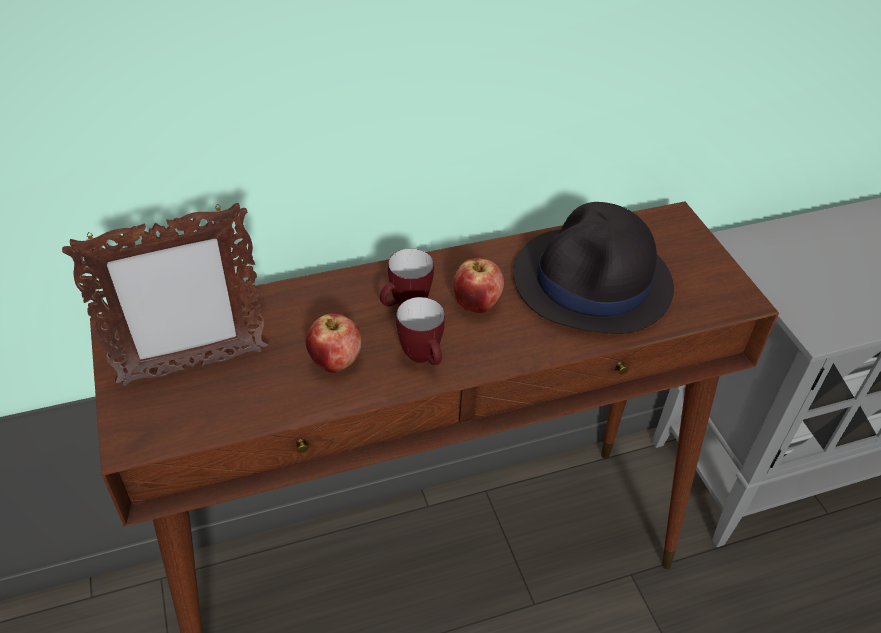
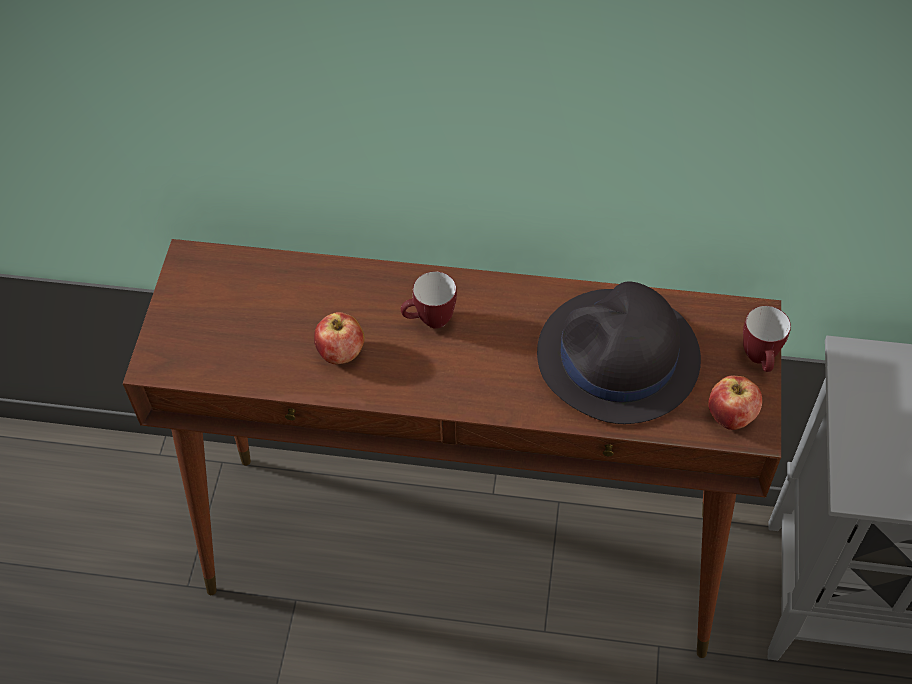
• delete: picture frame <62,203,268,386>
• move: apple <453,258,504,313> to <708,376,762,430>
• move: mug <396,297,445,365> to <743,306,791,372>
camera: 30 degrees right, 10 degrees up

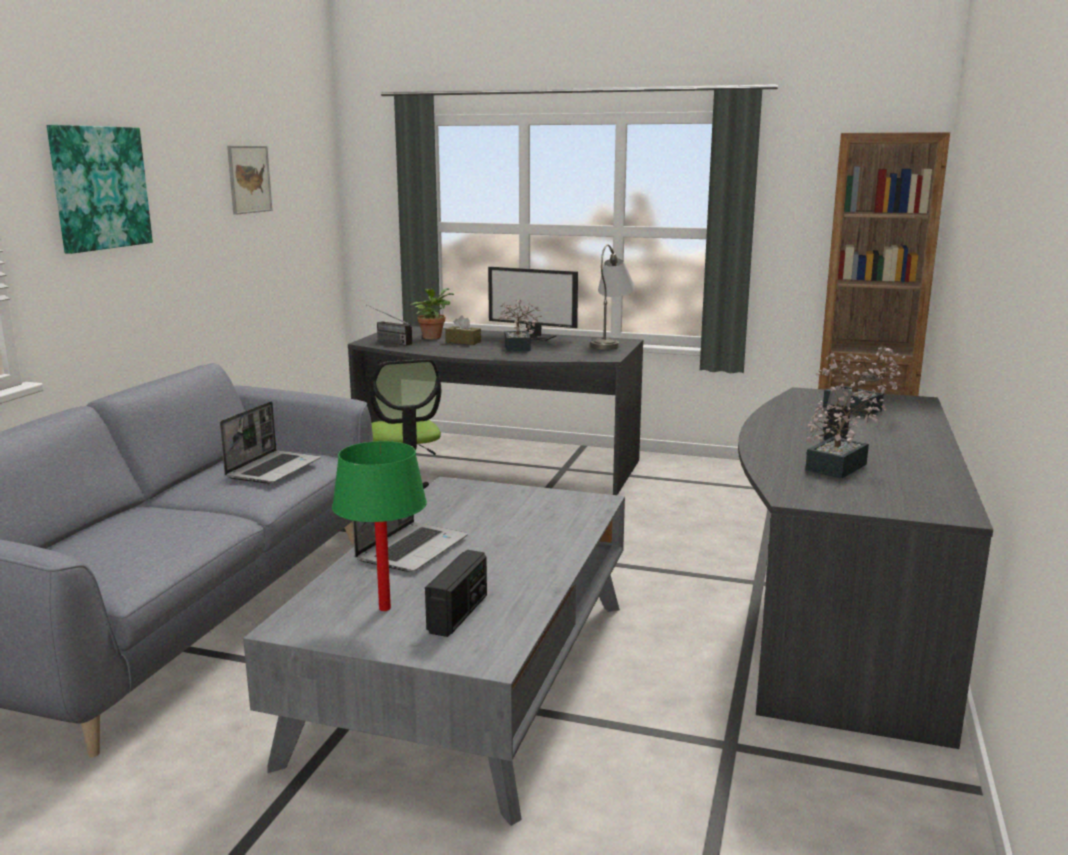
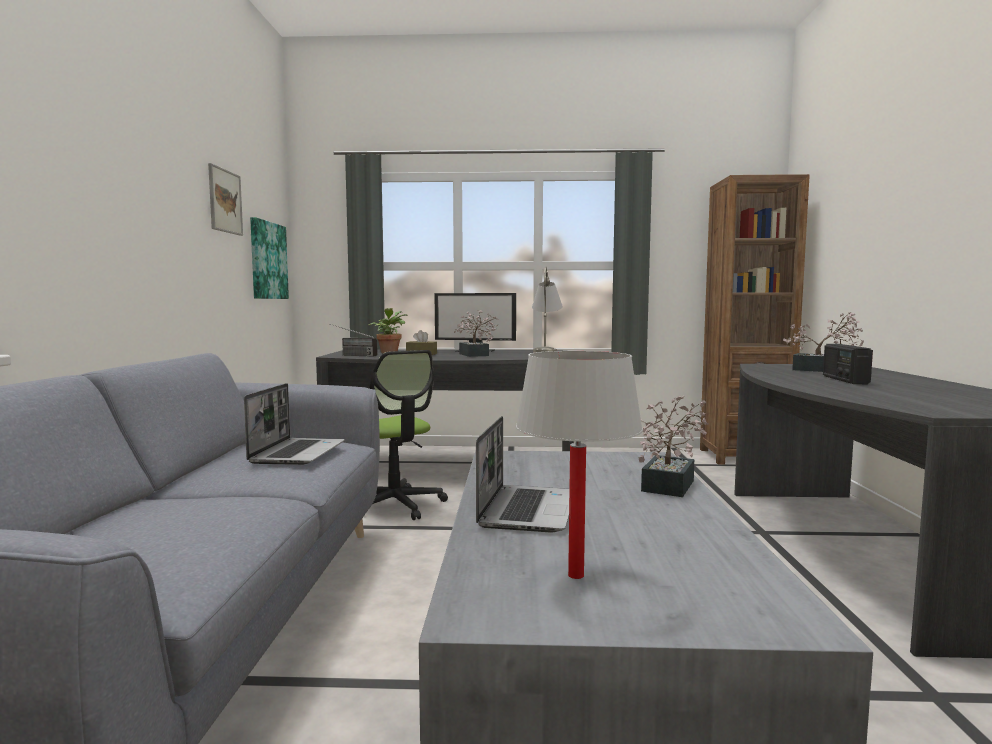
• move: picture <47,125,153,254> to <250,217,289,299>
• move: potted plant <805,380,887,479> to <639,395,708,497>
• recolor: table lamp/green <332,441,427,611> to table lamp/white <516,351,643,579>
• delete: radio <425,550,487,637>
camera: 15 degrees left, 10 degrees down

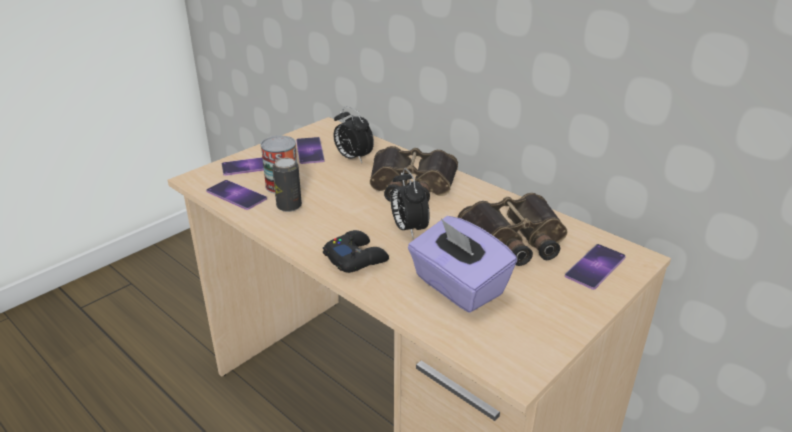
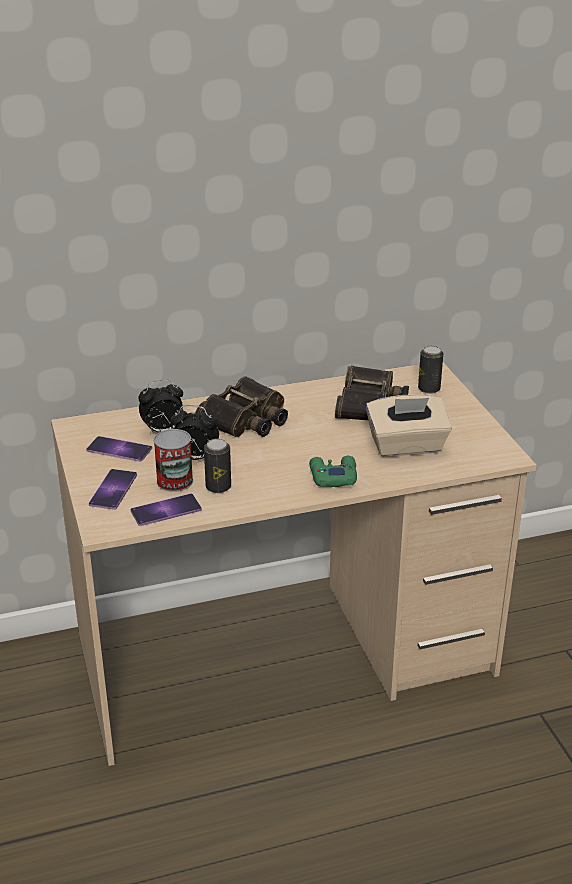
• move: alarm clock <391,168,430,238> to <170,405,219,460>
• recolor: tissue box/purple <408,216,517,313> to tissue box/beige <366,394,452,457>
• recolor: game controller/black <323,230,389,273> to game controller/green <309,456,357,487>
• replace: phone <565,244,626,290> to can <418,346,443,394>
camera: 60 degrees left, 0 degrees up

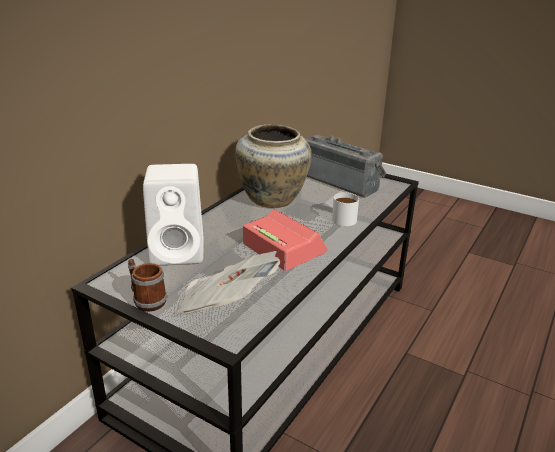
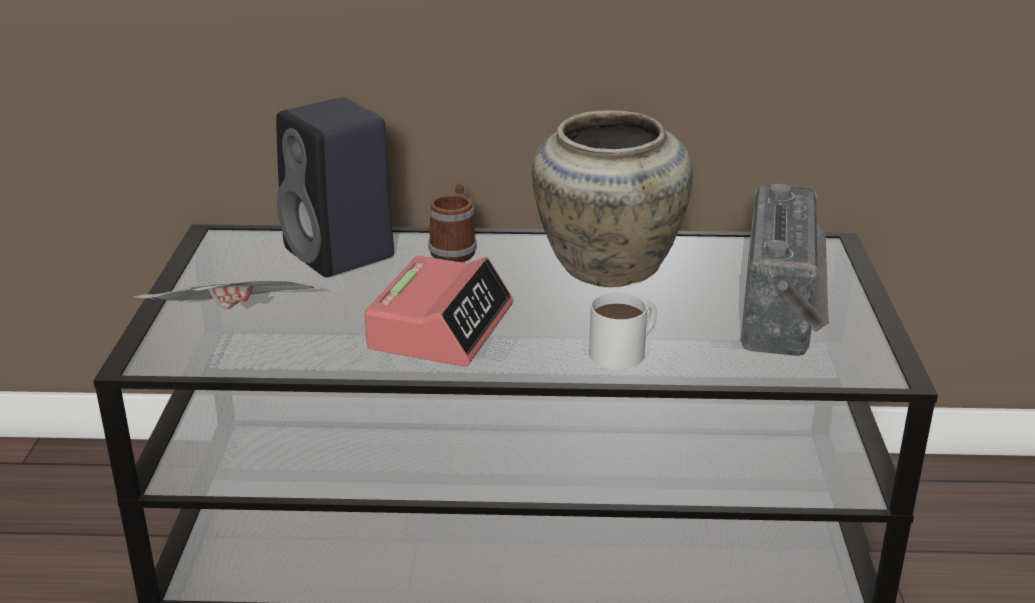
• recolor: speaker/white <143,164,204,265> to speaker/black <276,97,394,277>
• move: mug <128,259,167,312> to <428,184,477,262>
camera: 60 degrees right, 0 degrees up

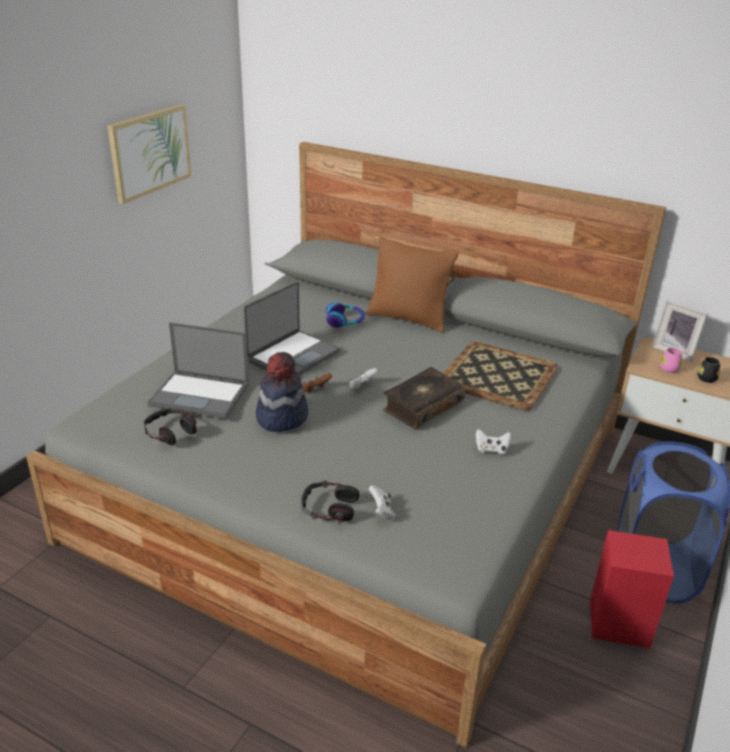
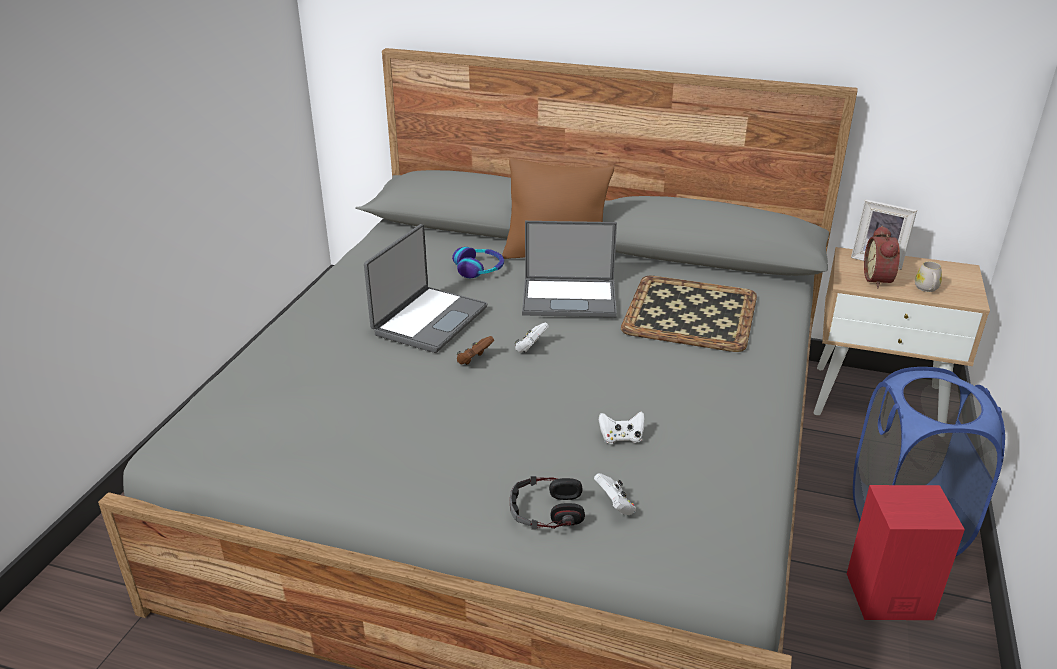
• delete: picture <107,104,191,204>
• move: laptop <147,322,249,419> to <522,221,617,317>
• replace: mug/pink <660,348,682,373> to alarm clock <864,226,900,288>
• delete: hat <256,352,308,432>
• recolor: mug/black <697,357,720,383> to mug/white <915,261,942,292>
• delete: book <382,367,466,429>
• delete: headphones <143,408,197,445>
• move: game controller/white <476,429,511,455> to <599,411,645,444>
camera: 10 degrees left, 0 degrees up

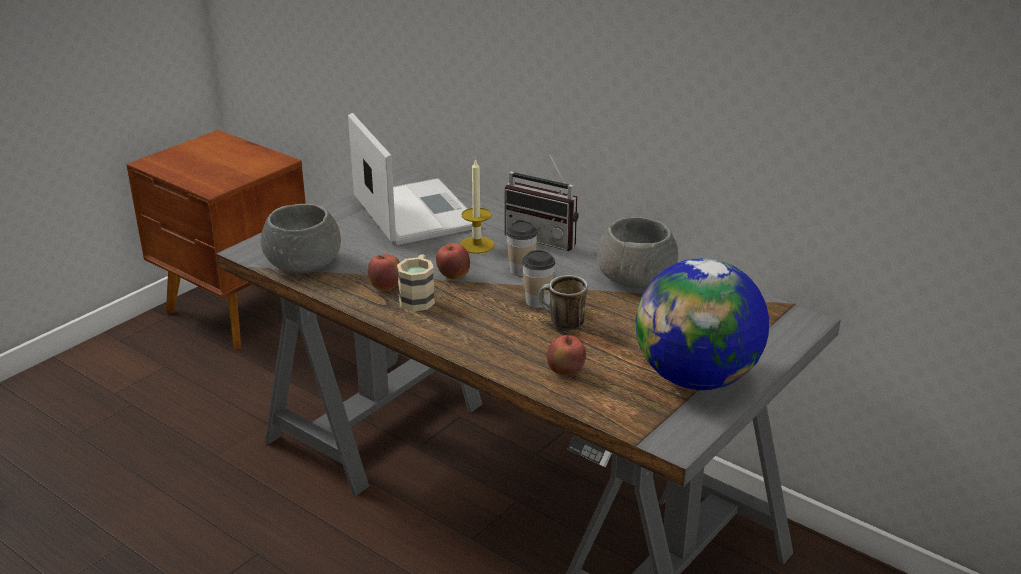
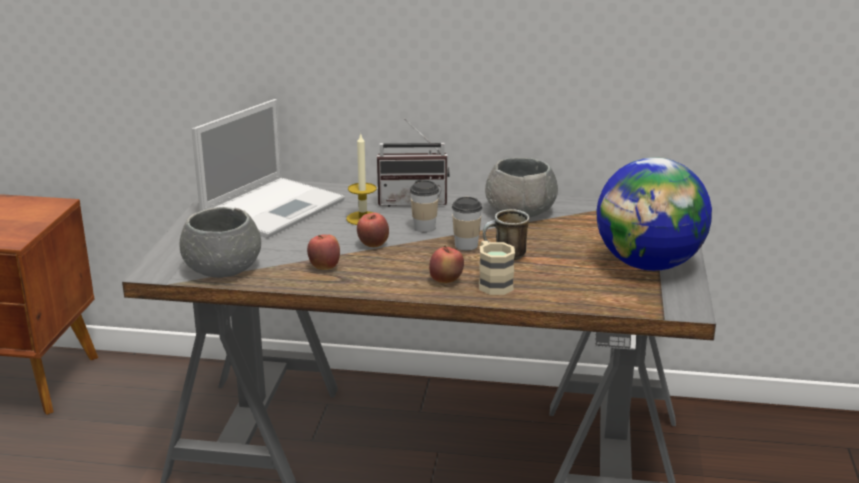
• rotate: laptop <348,113,472,245> = <192,99,345,238> 90 degrees clockwise
• move: mug/beige <397,254,435,312> to <479,241,515,295>
• move: apple <547,334,586,376> to <429,245,464,283>
camera: 30 degrees left, 5 degrees down

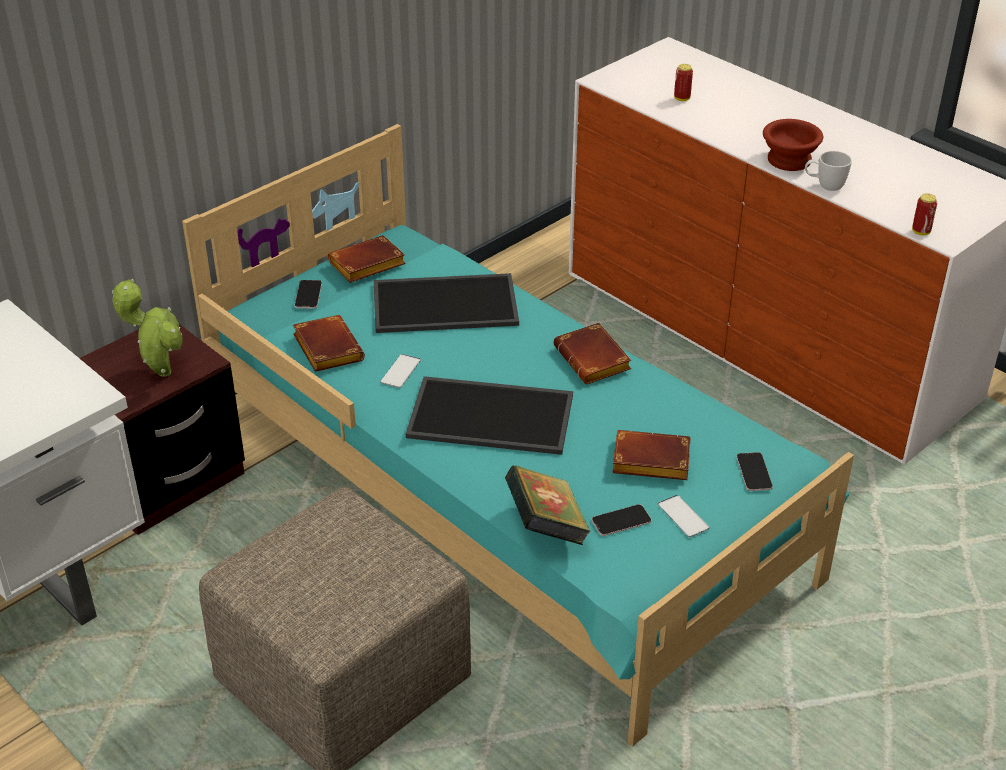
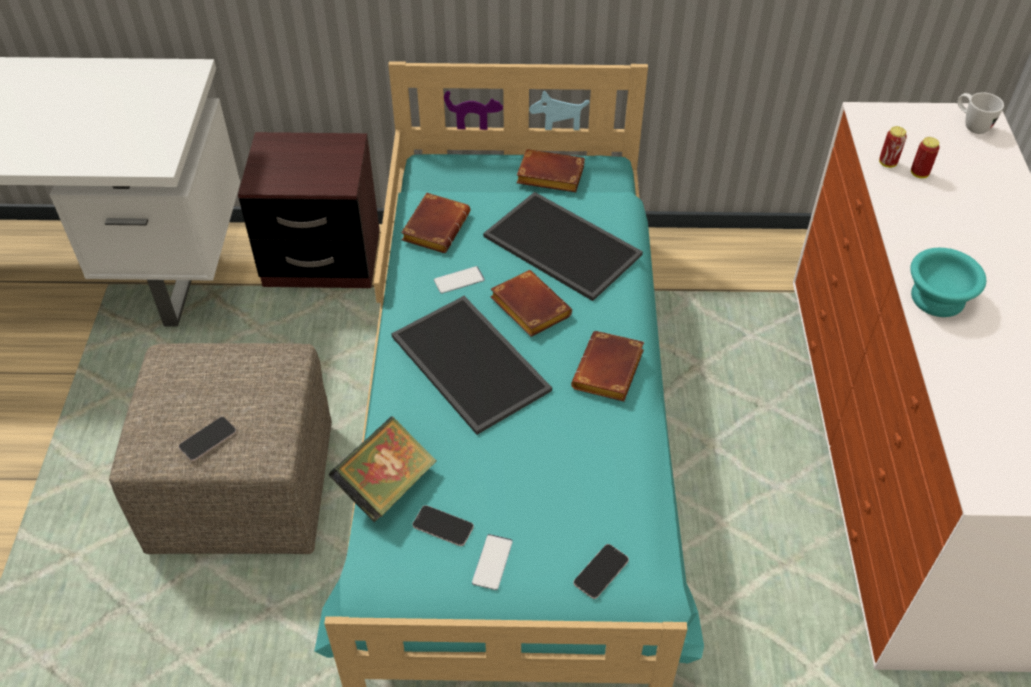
• recolor: bowl/brown <763,119,823,171> to bowl/turquoise <910,248,986,317>
• move: mug/white <805,151,852,191> to <958,92,1004,134>
• move: can <912,193,937,235> to <879,126,907,168>
• delete: potted plant <112,279,183,377>
• move: phone <295,280,322,308> to <178,417,236,461>
• move: book/brown <612,430,691,480> to <490,270,572,337>
camera: 45 degrees right, 10 degrees up

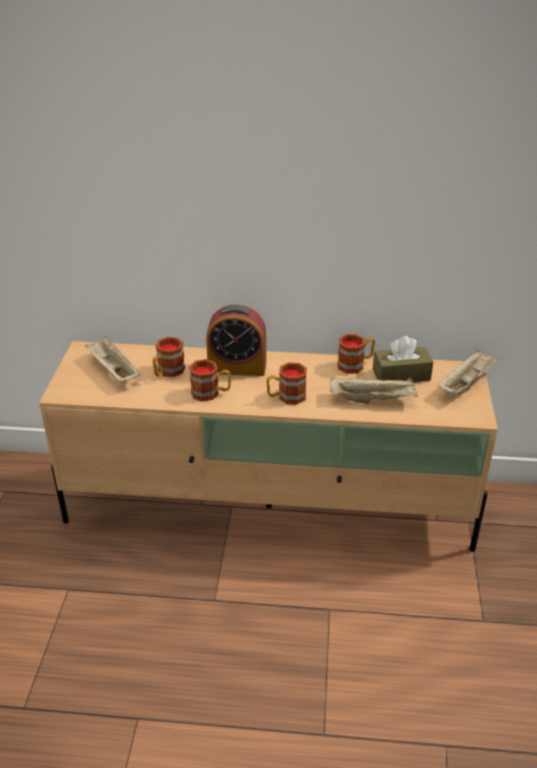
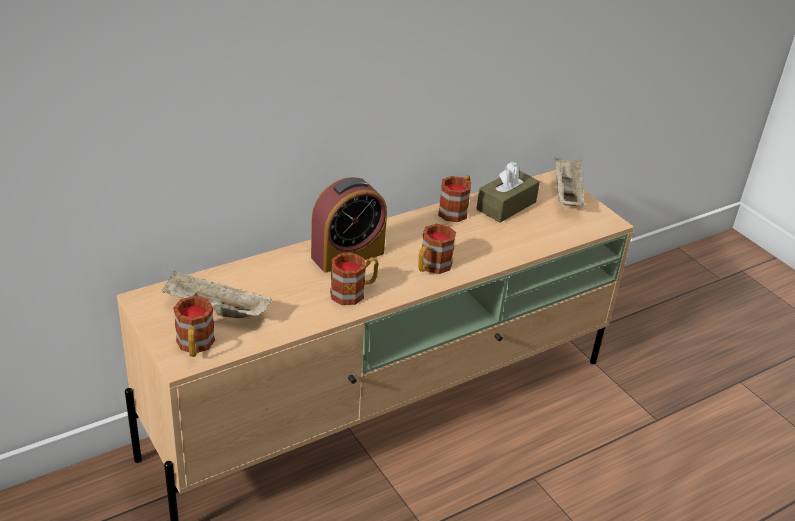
• move: mug <153,337,185,377> to <173,296,215,357>
• delete: tray/beige <330,377,418,404>
camera: 40 degrees left, 0 degrees up

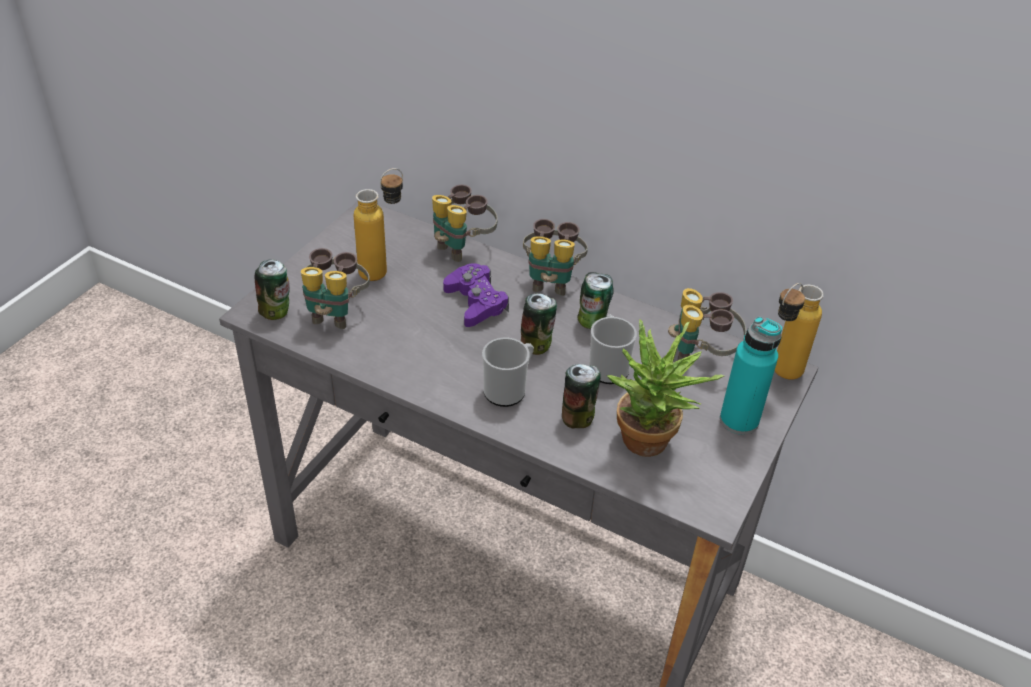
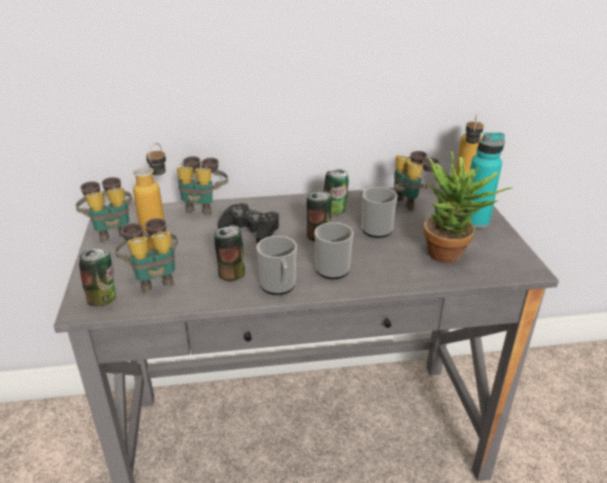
• move: binoculars <523,219,588,296> to <75,177,132,243>
• recolor: game controller/purple <443,263,509,327> to game controller/black <218,203,279,244>
• move: can <562,364,601,428> to <214,225,245,282>
• insert: mug <256,236,297,295>
camera: 35 degrees left, 10 degrees down

